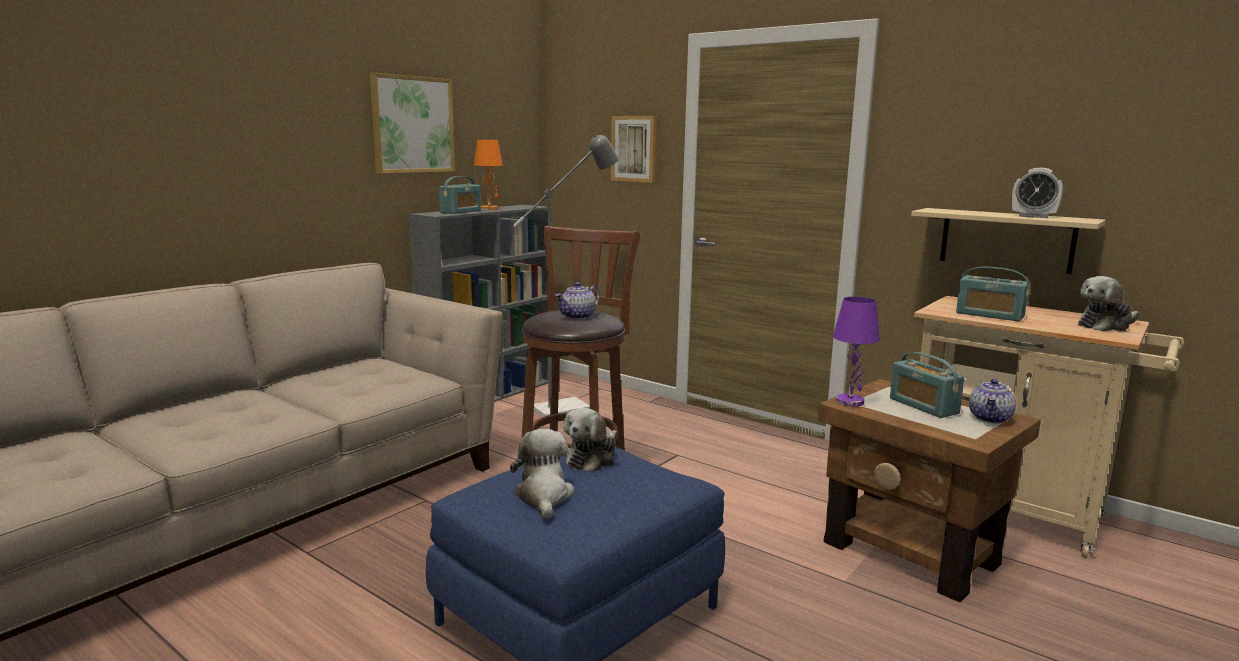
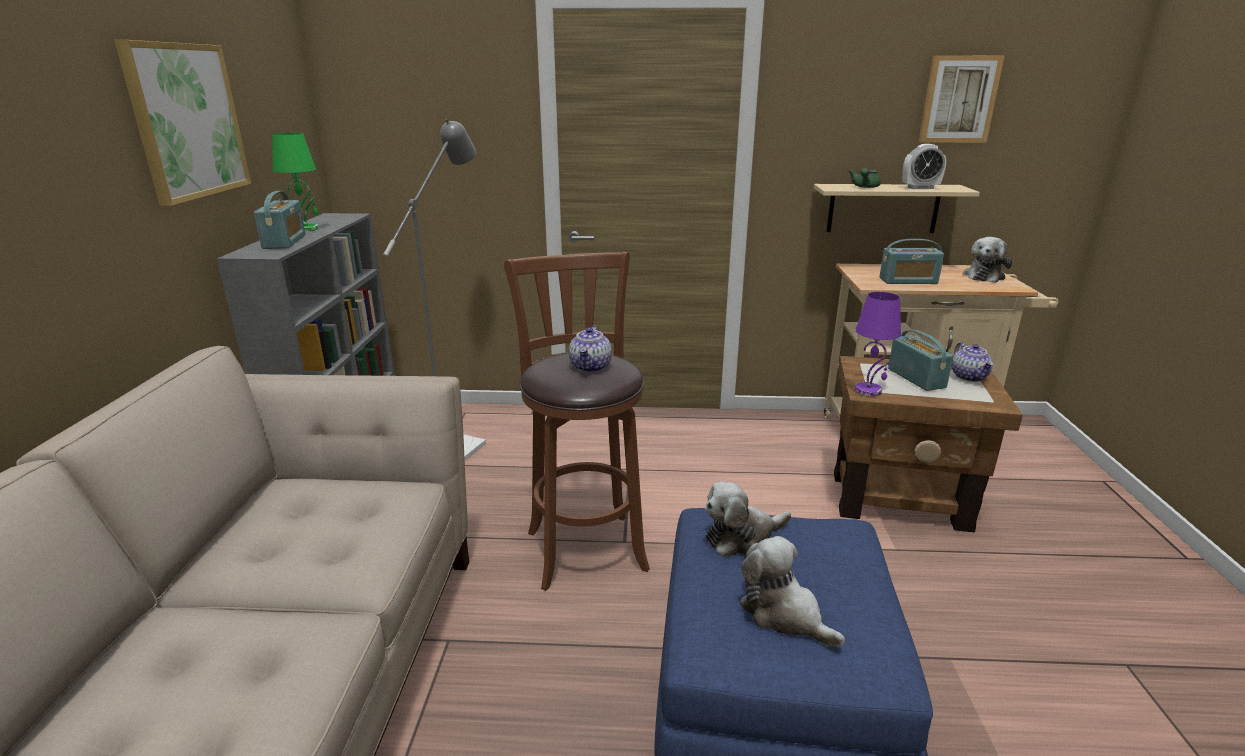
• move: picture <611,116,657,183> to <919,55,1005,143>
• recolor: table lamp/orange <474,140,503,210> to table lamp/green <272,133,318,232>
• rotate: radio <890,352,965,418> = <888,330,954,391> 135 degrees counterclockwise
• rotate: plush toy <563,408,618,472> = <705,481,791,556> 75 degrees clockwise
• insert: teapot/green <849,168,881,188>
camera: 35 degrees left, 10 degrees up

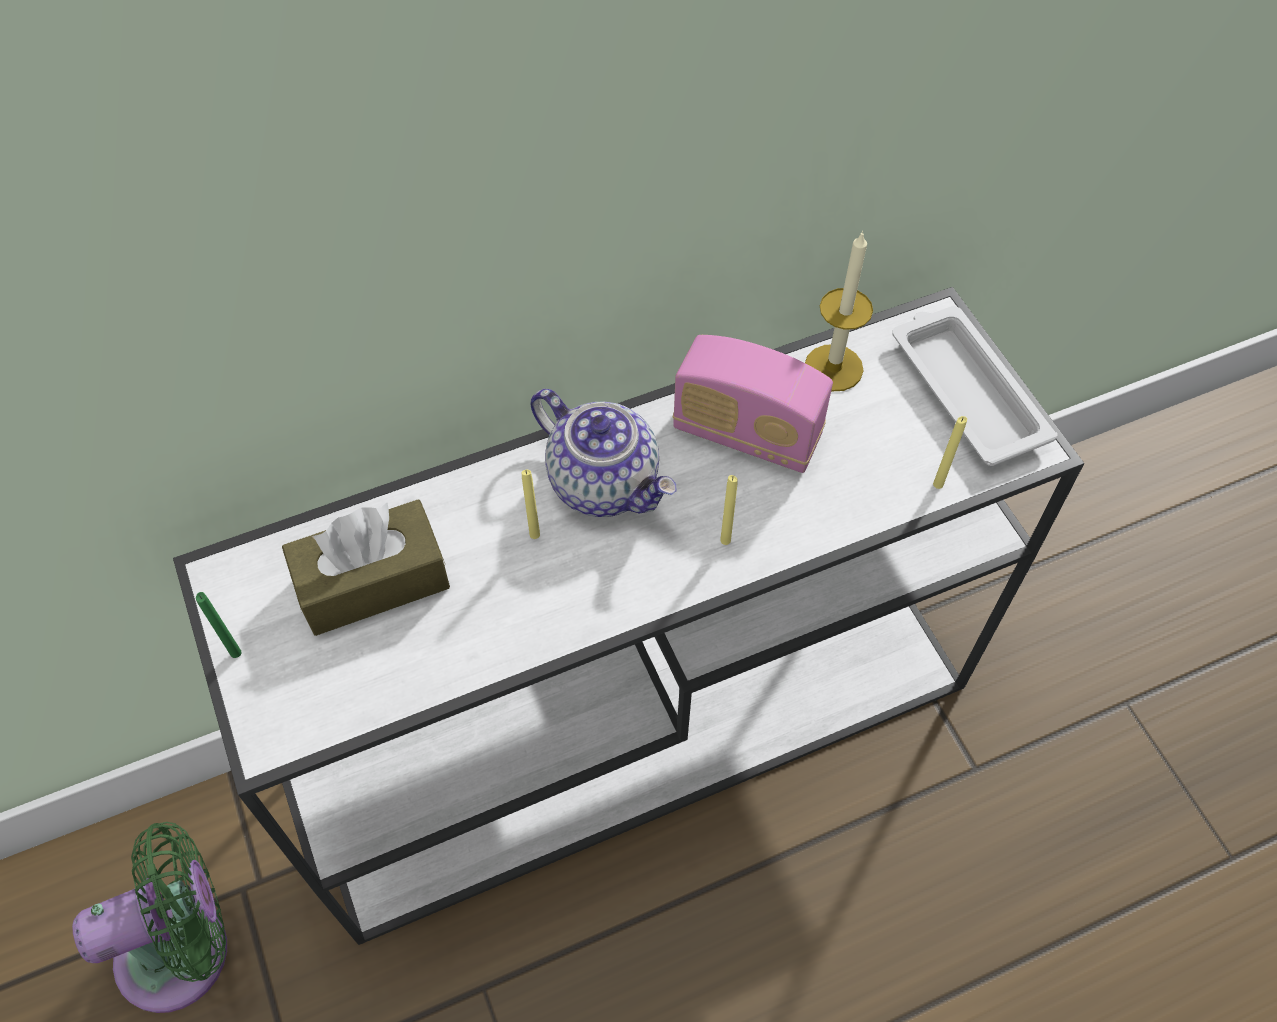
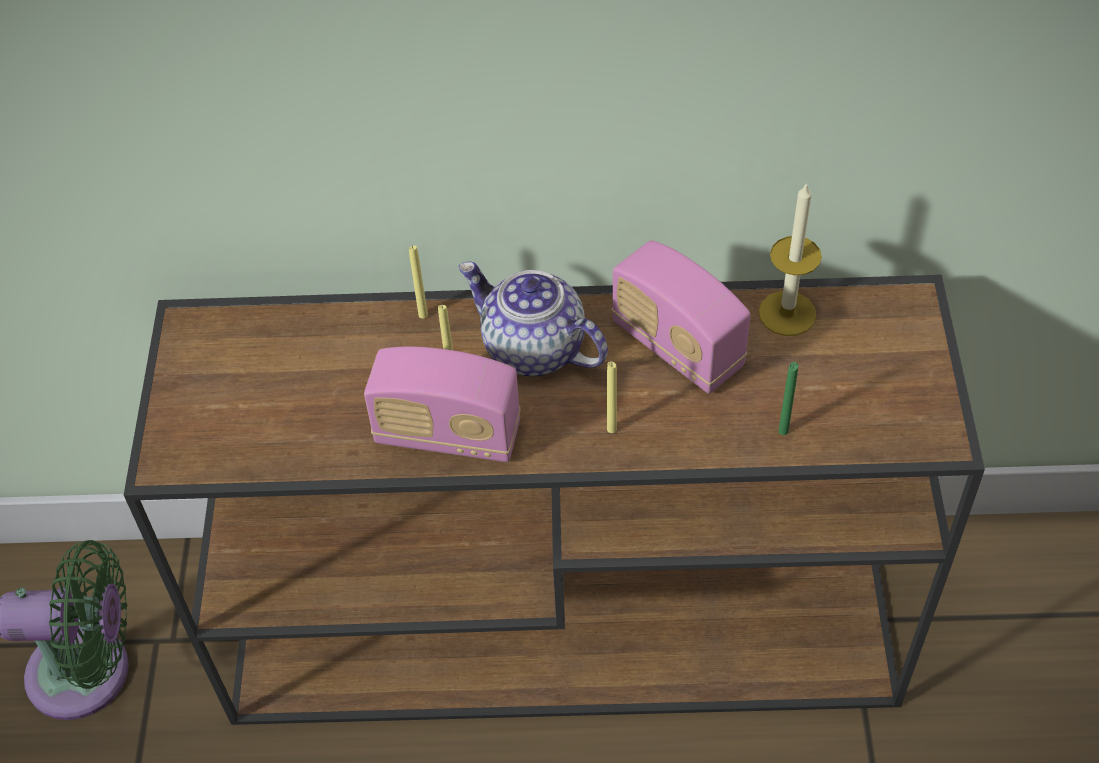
• recolor: console table/white <173,287,1084,945> to console table/brown <124,275,985,725>
• delete: tray/white <892,306,1058,466>
• rotate: teapot <530,389,677,517> = <459,262,608,376> 150 degrees clockwise
• move: candle/yellow <933,416,967,489> to <409,246,428,319>
• delete: tissue box/brown <282,499,450,636>
• move: candle/green <196,592,241,658> to <778,362,798,435>
• insert: radio <364,346,521,462>
camera: 25 degrees right, 5 degrees down

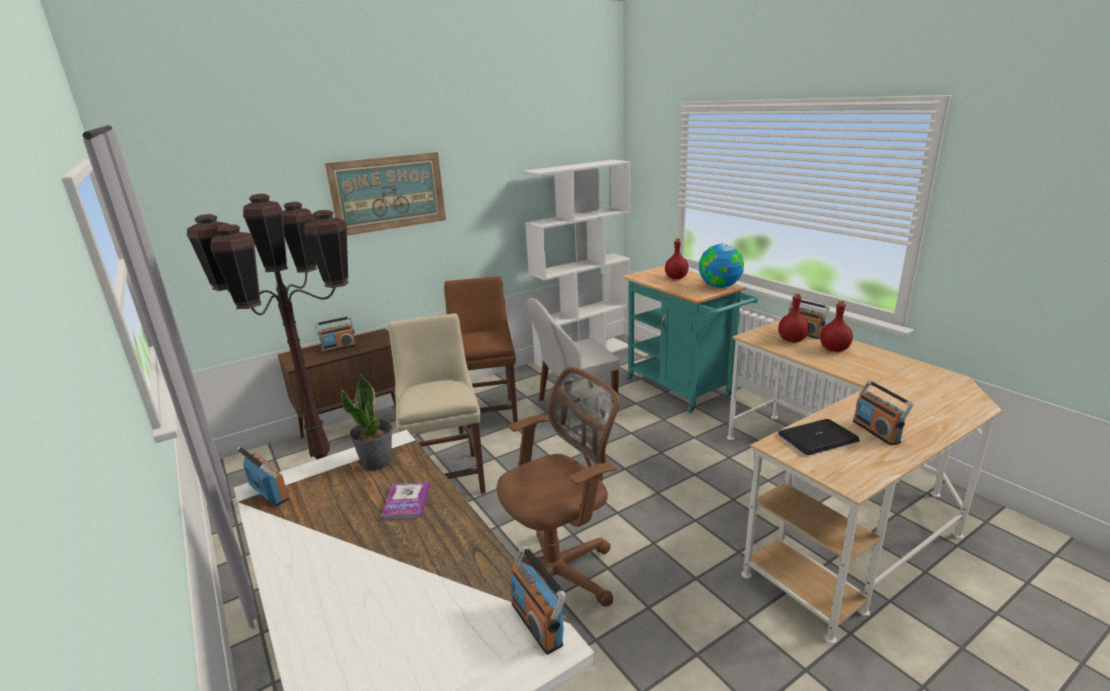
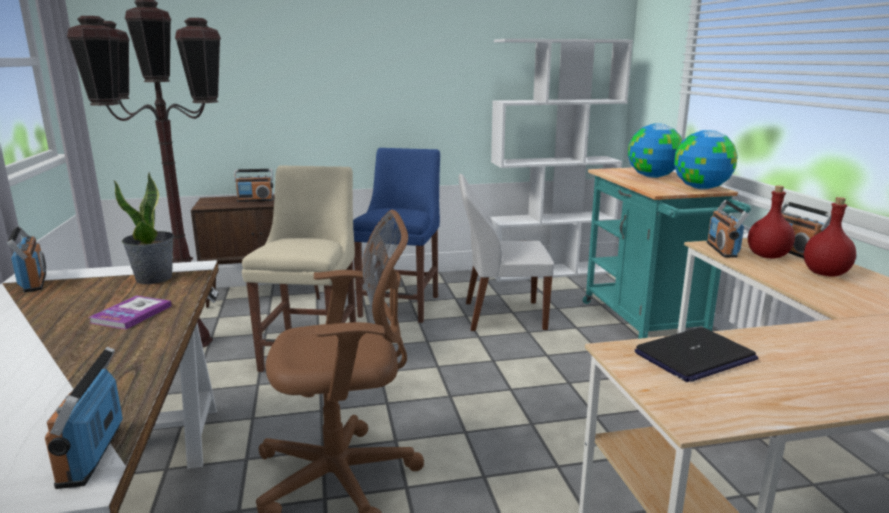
• delete: picture <325,152,446,236>
• replace: bottle/red <665,238,689,279> to globe <628,123,682,178>
• recolor: chair/brown <444,276,518,434> to chair/blue <353,148,440,323>
• move: radio <853,380,913,445> to <707,200,749,258>
• rotate: laptop <778,419,860,455> = <635,327,758,382> 150 degrees clockwise
camera: 20 degrees right, 5 degrees down

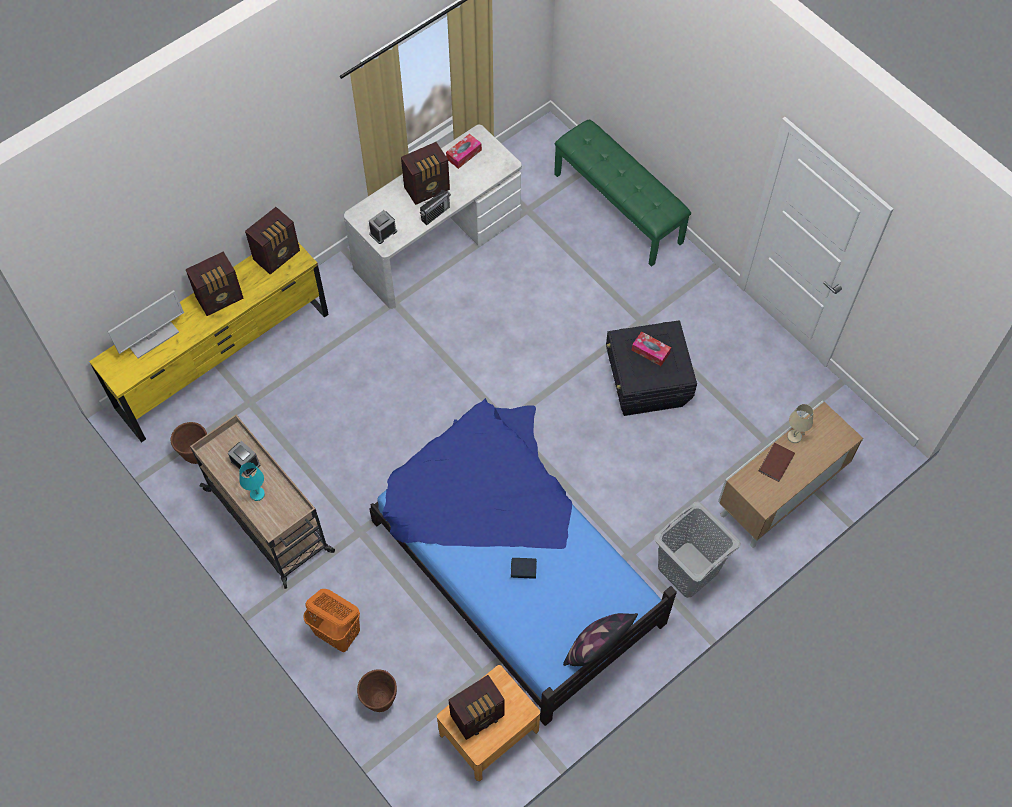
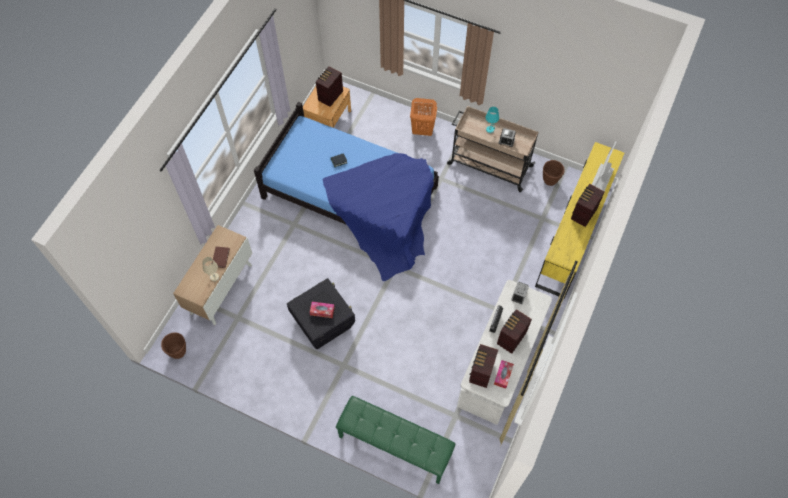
• move: radio <245,207,300,274> to <469,344,498,388>
• delete: laundry basket/grey <654,501,741,598>
• delete: pillow <563,613,638,666>
• move: planter/brown <357,669,397,712> to <161,333,186,359>
camera: 155 degrees right, 0 degrees up

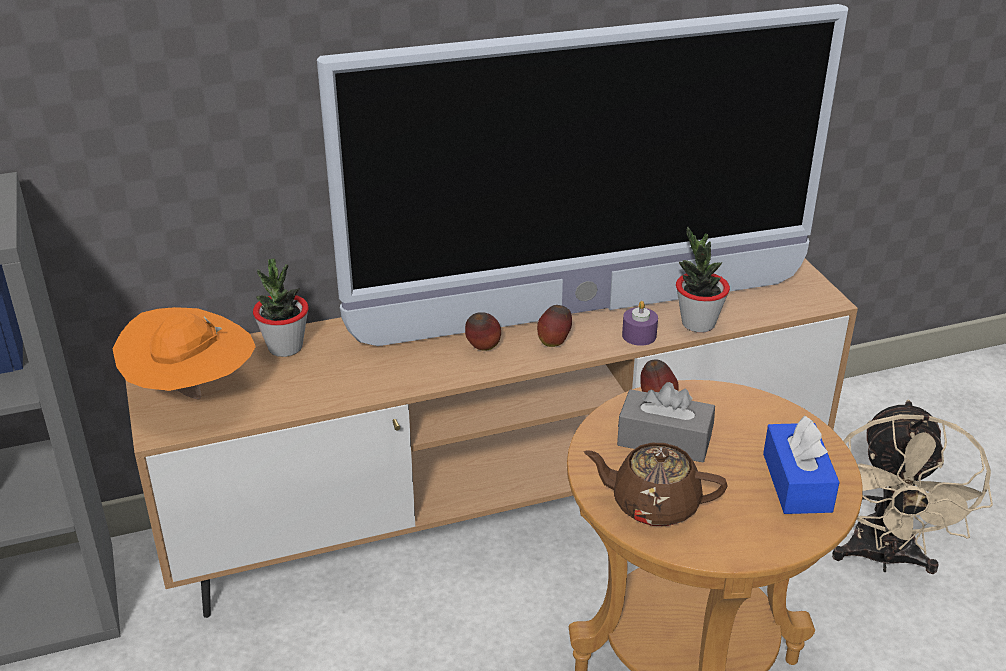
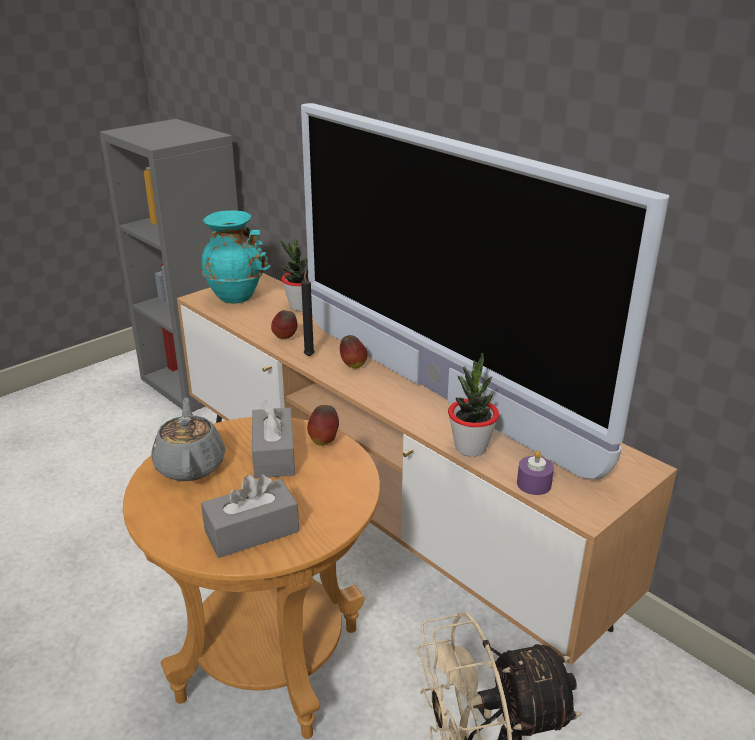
• move: candle/purple <622,301,658,346> to <517,450,554,495>
• move: apple <537,305,572,347> to <271,310,297,339>
• replace: hat/orange <113,307,256,399> to vase/turquoise <201,210,271,303>
• recolor: tissue box/blue <763,416,840,514> to tissue box/grey <201,474,299,558>
• recolor: teapot/brown <584,443,728,526> to teapot/grey <151,397,225,481>
• insert: candle/black <301,270,315,357>
camera: 65 degrees right, 5 degrees down

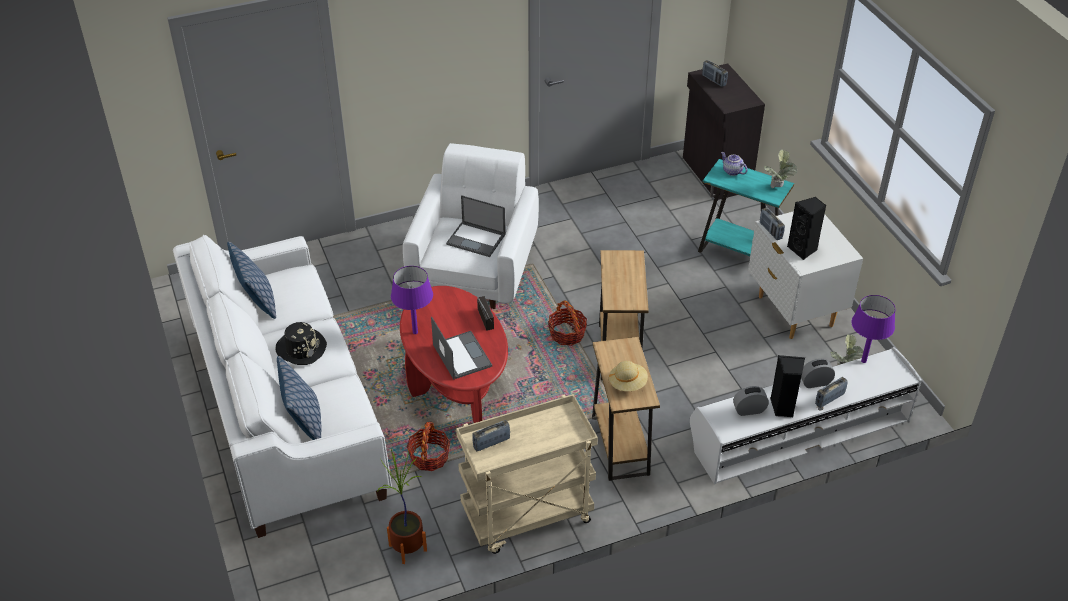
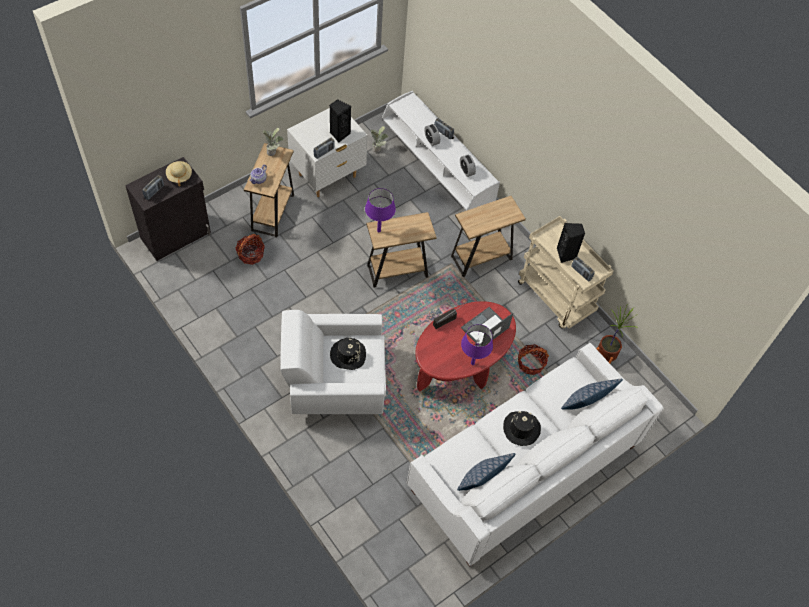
• recolor: side table/turquoise <698,159,794,256> to side table/brown <244,143,294,237>
• replace: laptop <446,195,505,257> to hat/black <330,338,366,370>
• move: table lamp/purple <851,295,895,363> to <365,188,396,232>
• move: basket <548,300,587,346> to <235,234,265,265>
• move: speaker/black <770,355,805,417> to <557,223,585,263>
• move: hat/beige <608,361,648,391> to <166,161,192,186>
camera: 110 degrees left, 15 degrees up

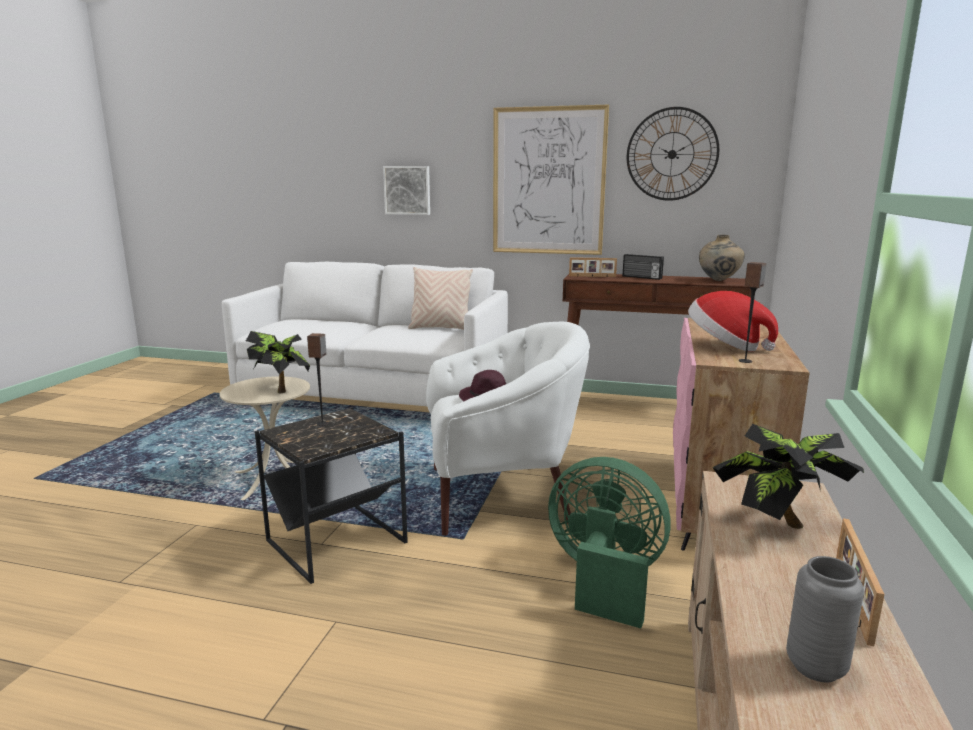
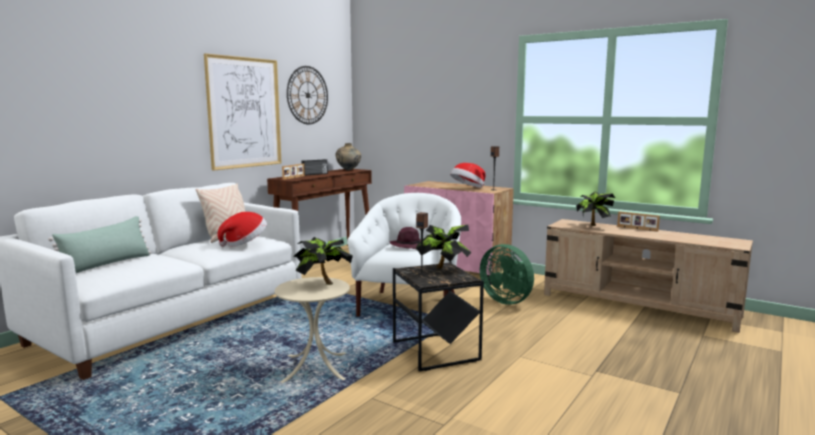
• delete: picture <383,166,430,215>
• rotate: fan/green <548,457,671,629> = <480,244,534,305> 90 degrees counterclockwise
• delete: vase/grey <786,556,864,682>
• insert: hat <217,212,267,247>
• insert: pillow/green <48,216,151,273>
• insert: potted plant <416,225,472,269>
camera: 70 degrees left, 5 degrees down

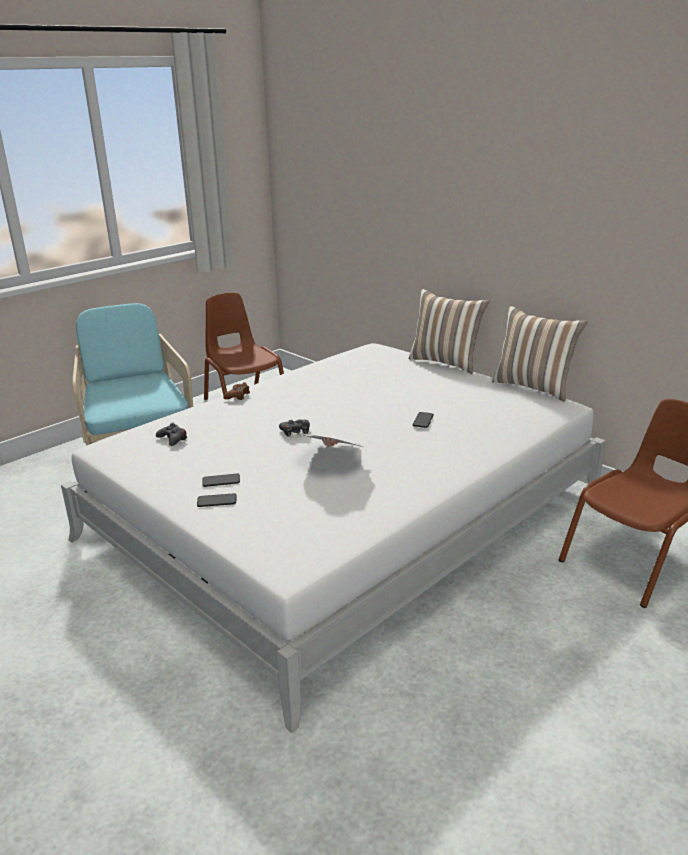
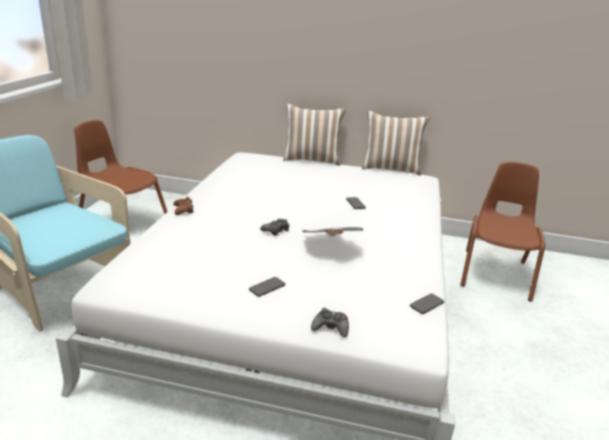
• move: game controller/black <156,422,187,446> to <311,308,349,338>
• move: phone <197,493,237,507> to <410,294,444,314>
camera: 35 degrees left, 0 degrees up

